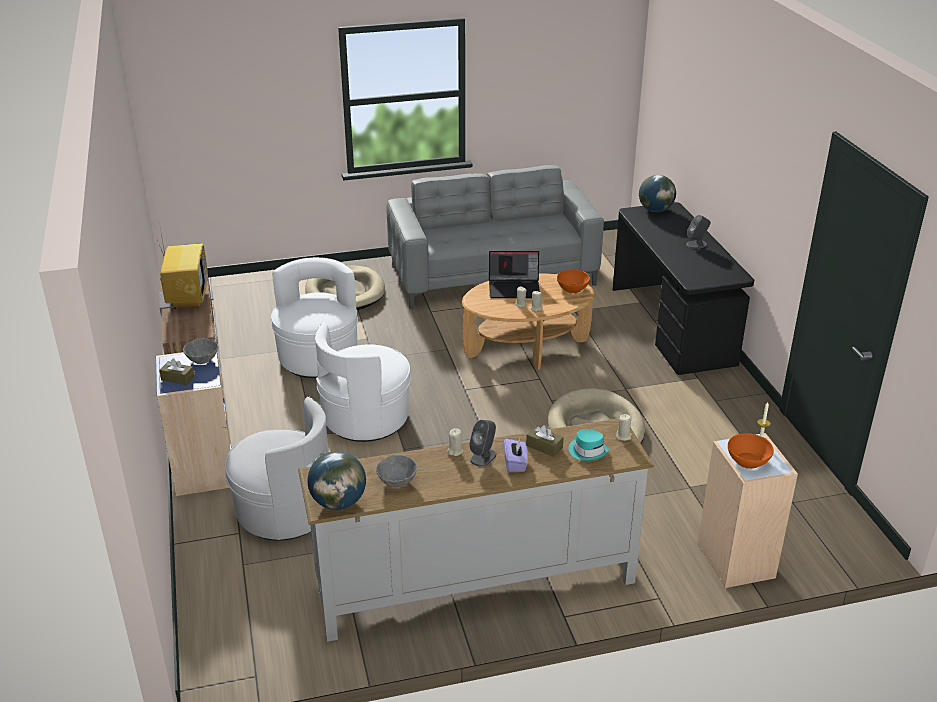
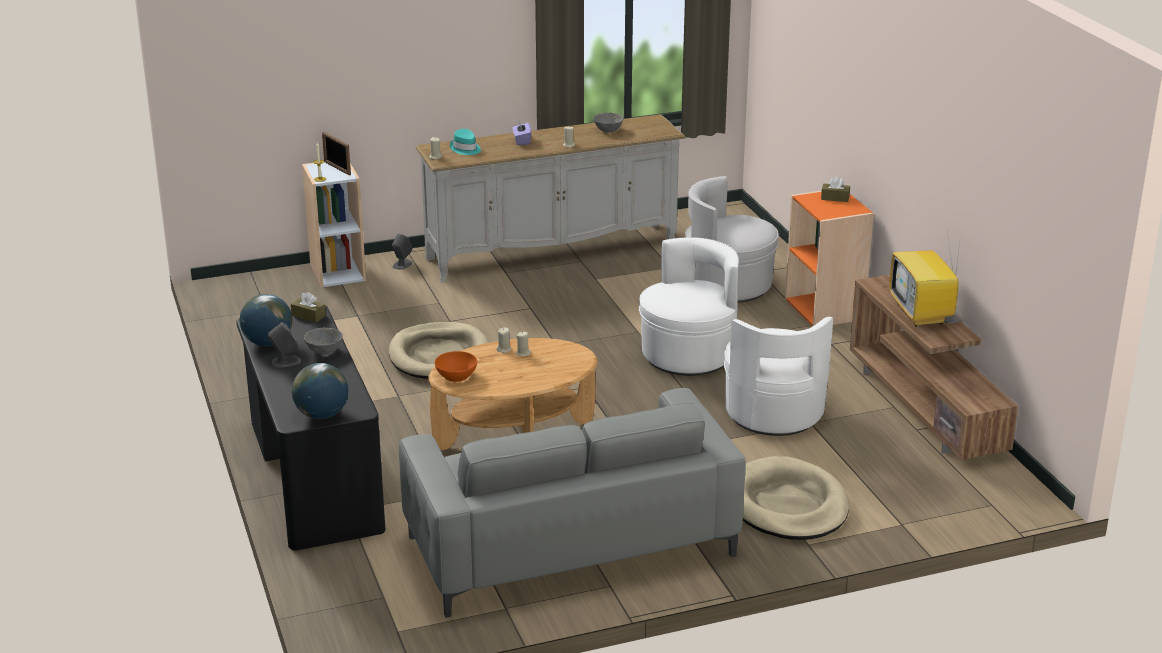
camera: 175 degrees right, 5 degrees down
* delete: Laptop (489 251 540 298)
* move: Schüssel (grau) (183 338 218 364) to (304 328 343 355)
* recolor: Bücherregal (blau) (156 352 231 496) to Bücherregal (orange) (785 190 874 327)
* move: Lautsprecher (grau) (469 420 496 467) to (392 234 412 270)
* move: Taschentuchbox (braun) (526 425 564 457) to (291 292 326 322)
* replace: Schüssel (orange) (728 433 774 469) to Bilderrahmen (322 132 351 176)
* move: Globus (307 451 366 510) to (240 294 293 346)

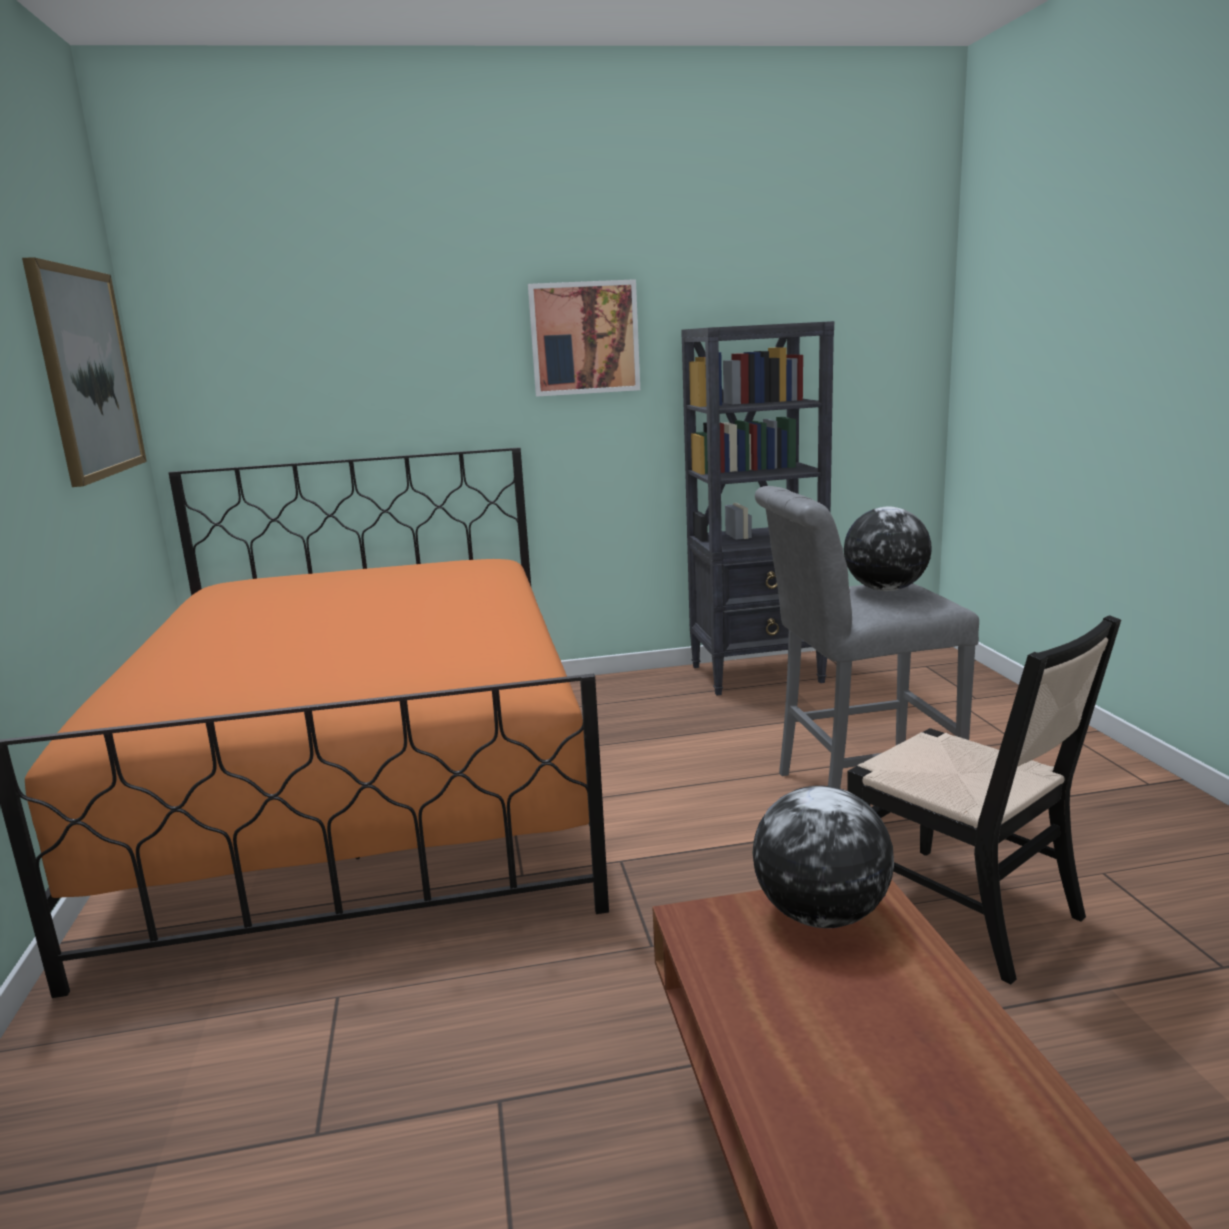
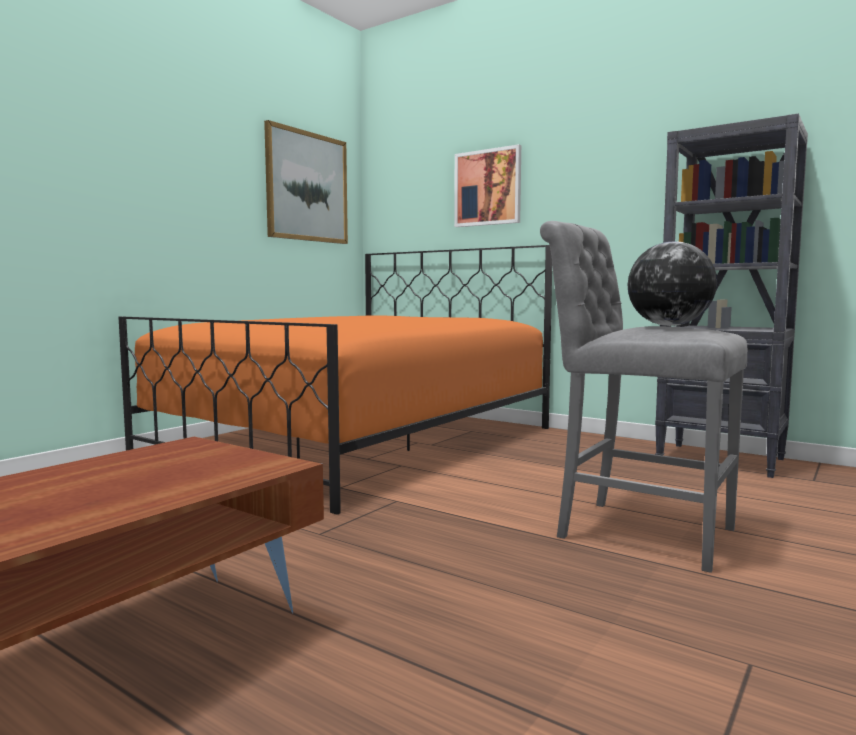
camera: 45 degrees right, 10 degrees down
* move: Bild (528 279 640 397) to (454 144 521 227)
* delete: Stuhl (847 615 1121 985)
* delete: Globus (752 786 894 928)

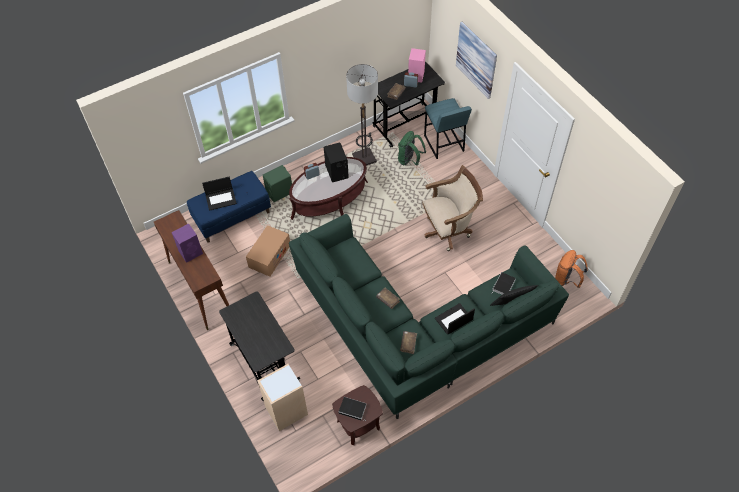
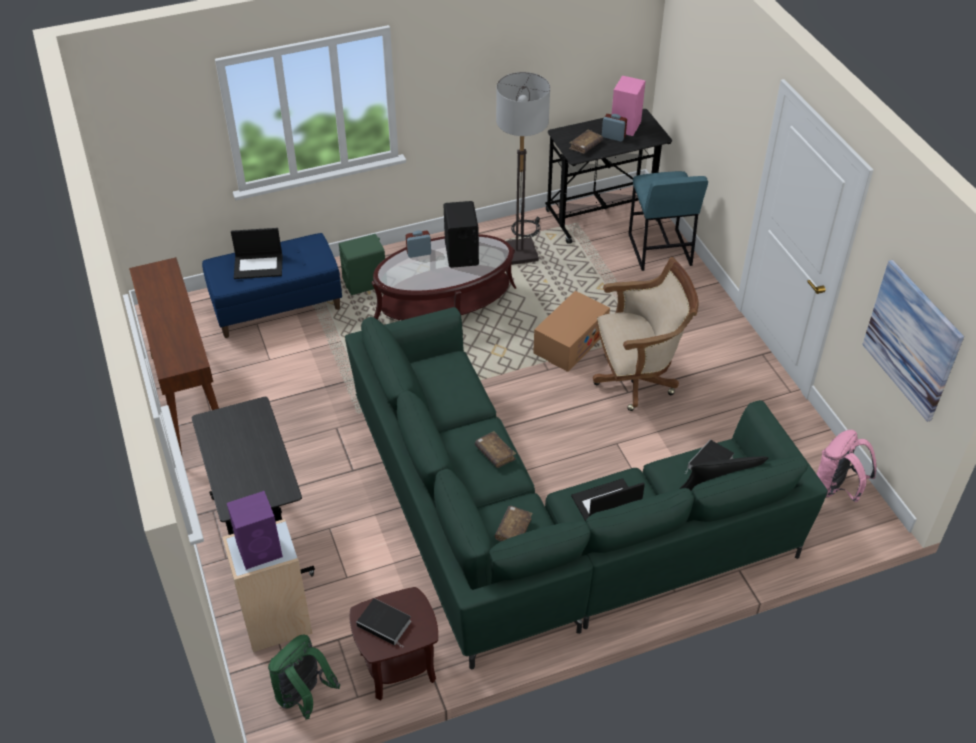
camera: 10 degrees right, 10 degrees down
* move: Bild (456 22 497 99) to (862 260 964 422)
* move: Rucksack (grün) (398 131 426 165) to (268 634 340 720)
* move: Lautsprecher (lila) (172 223 203 263) to (227 491 283 570)
* move: Karton (246 225 290 277) to (533 291 610 372)
* recolor: Rucksack (orange) (555 250 588 288) to Rucksack (rosa) (817 430 877 502)

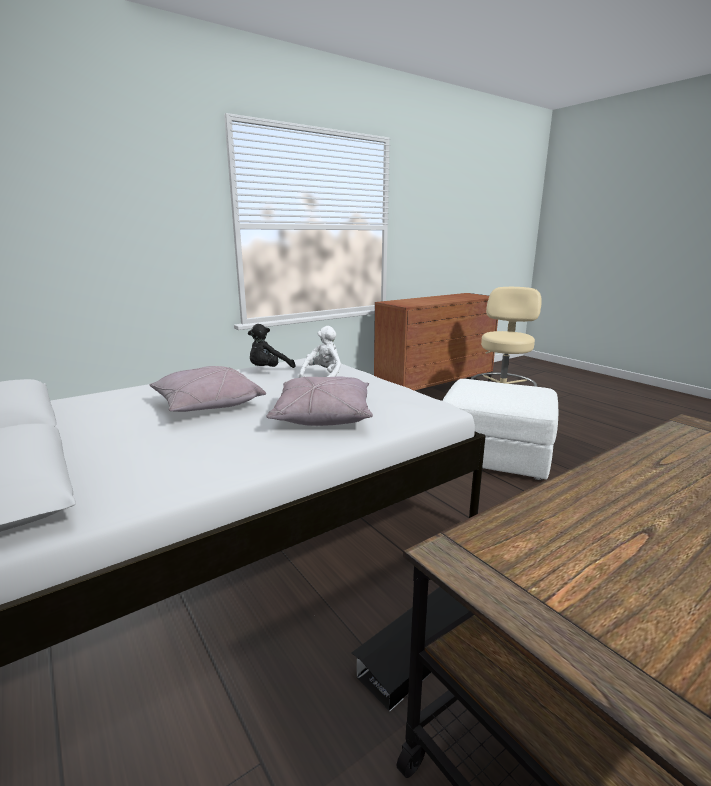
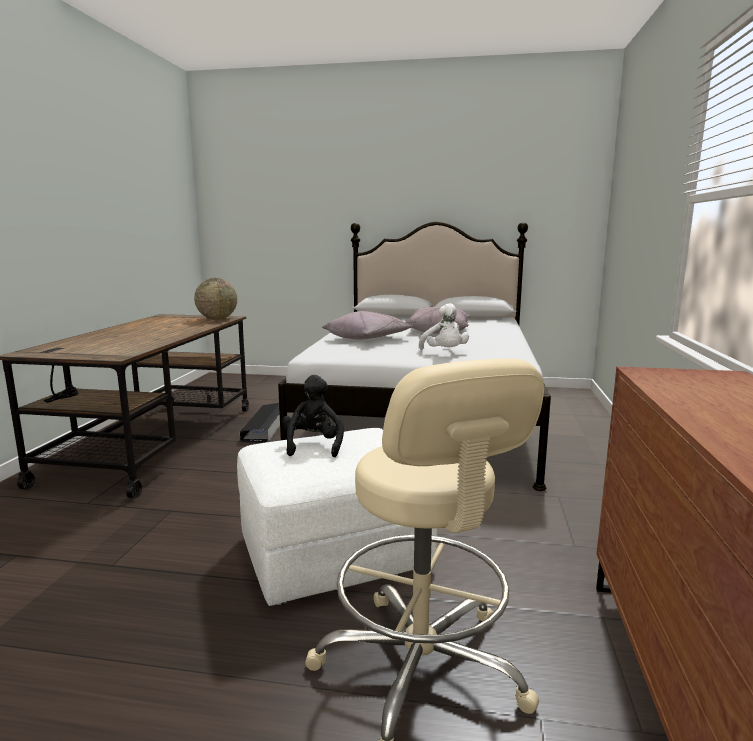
camera: 135 degrees right, 5 degrees down
* move: Plüschtier (schwarz) (248 324 295 368) to (282 375 344 457)
* insert: Globus (194 278 237 320)

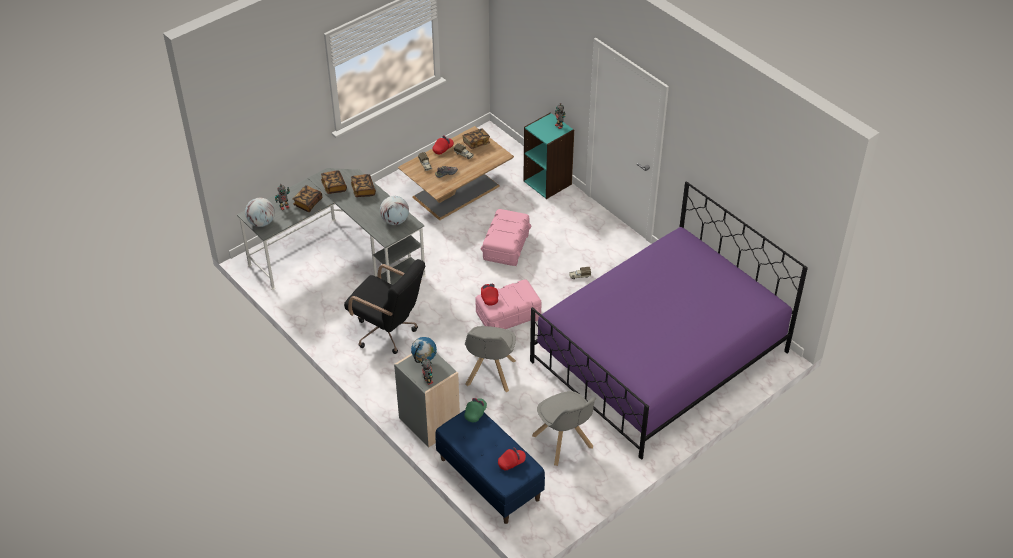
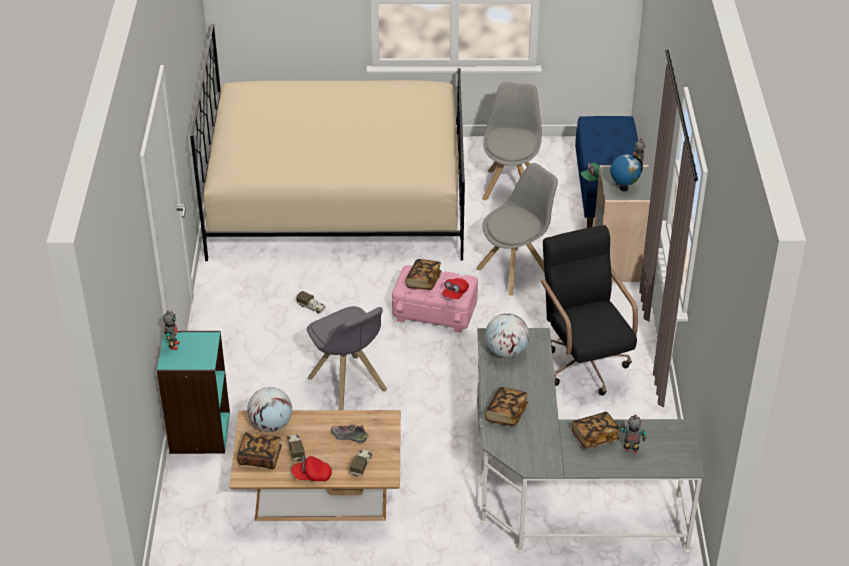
camera: 140 degrees left, 5 degrees down
* move: Buch (321 170 347 194) to (405 259 442 290)
* recolor: Bett (lila) (530 181 808 460) to Bett (beige) (190 24 465 261)
* move: Globus (245 198 275 227) to (247 387 292 432)
* replace: Aufbewahrungsbox (rosa) (481 209 531 266) to Stuhl (grau) (307 306 387 410)
* delete: Kappe (rot) (498 447 526 470)

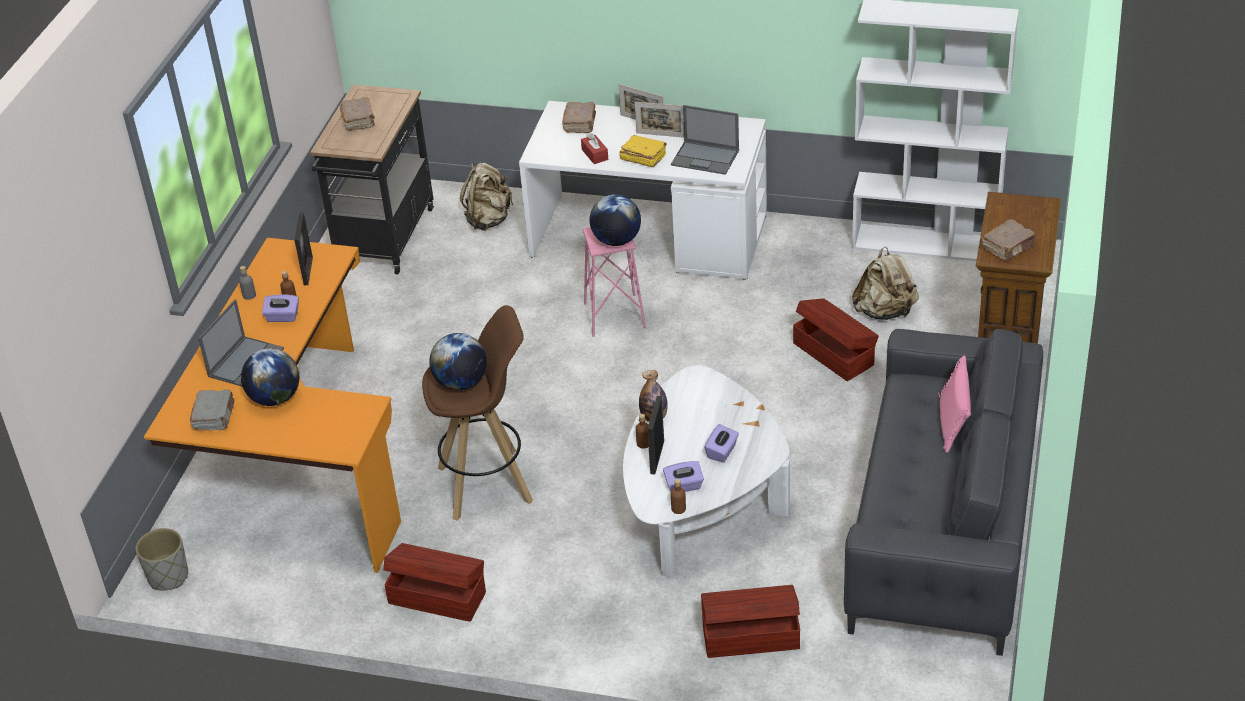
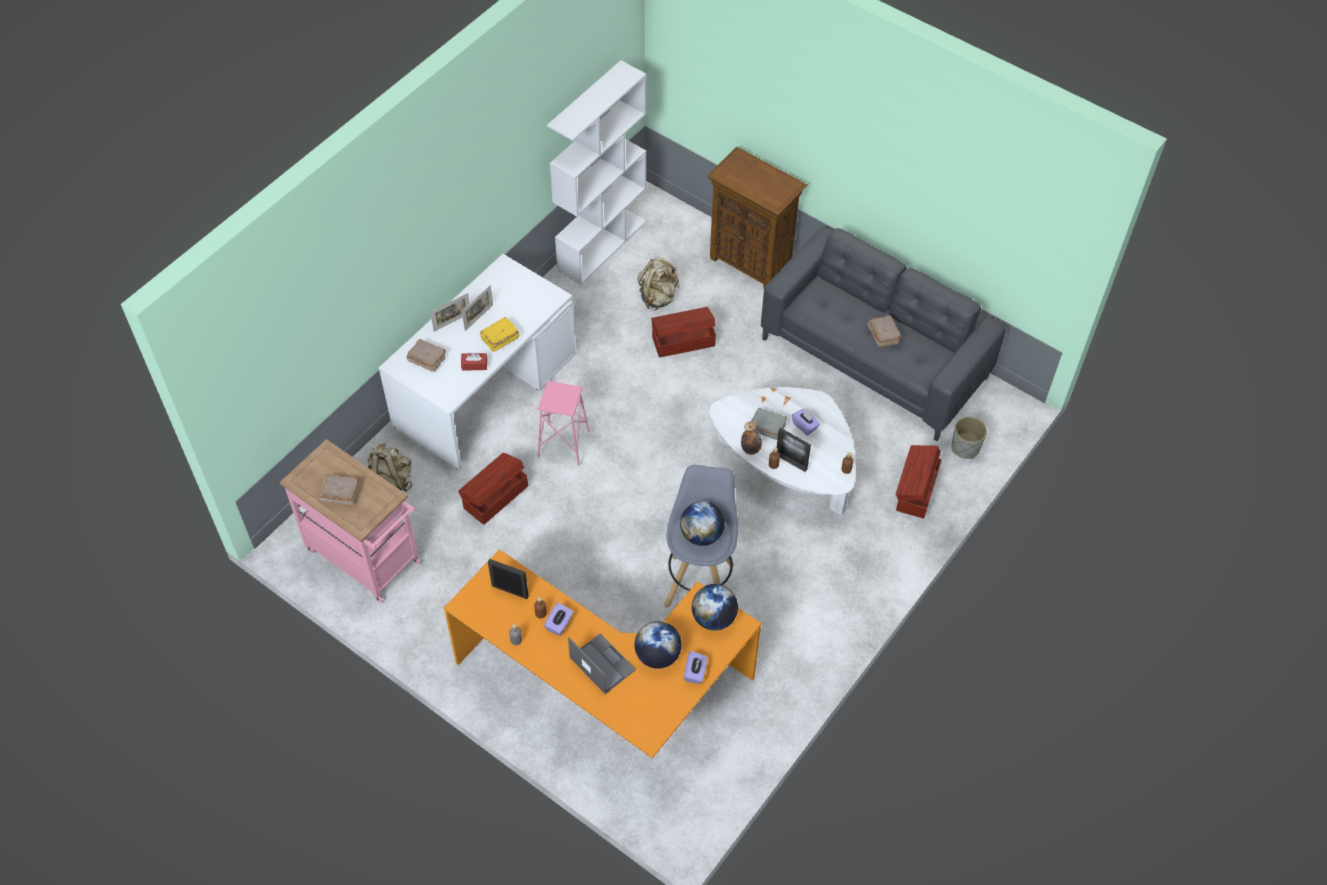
camera: 70 degrees left, 15 degrees up
* recolor: Rollwagen (schwarz) (310 84 434 274) to Rollwagen (rosa) (280 439 421 603)
* delete: Laptop (671 105 739 175)
* move: Globus (590 194 641 246) to (692 584 738 630)
* move: Buch (braun) (982 219 1036 261) to (868 315 902 347)
* recolor: Hocker (braun) (422 305 533 521) to Hocker (grau) (664 465 738 608)
* delete: Kissen (rosa) (938 356 971 453)
* move: Buch (grau) (190 389 234 431) to (751 408 787 440)
* move: Taschentuchbox (lila) (663 461 704 492) to (684 651 707 684)
* move: Pflanzkübel (grau) (136 528 188 590) to (952 417 987 459)
* move: Aufbewahrungsbox (braun) (384 543 486 622) to (458 453 528 525)

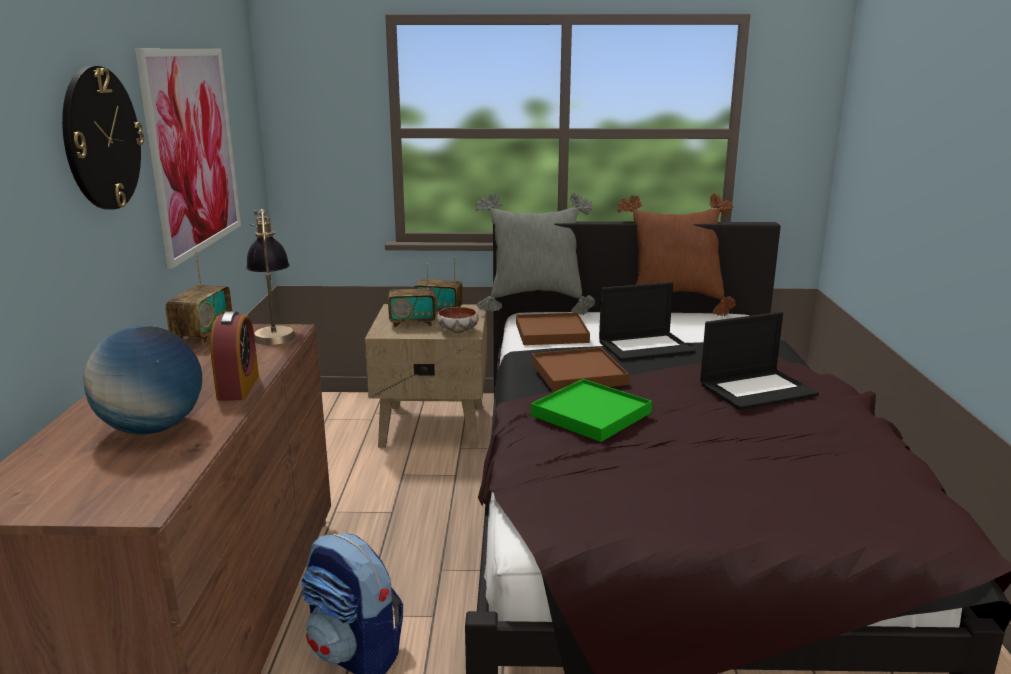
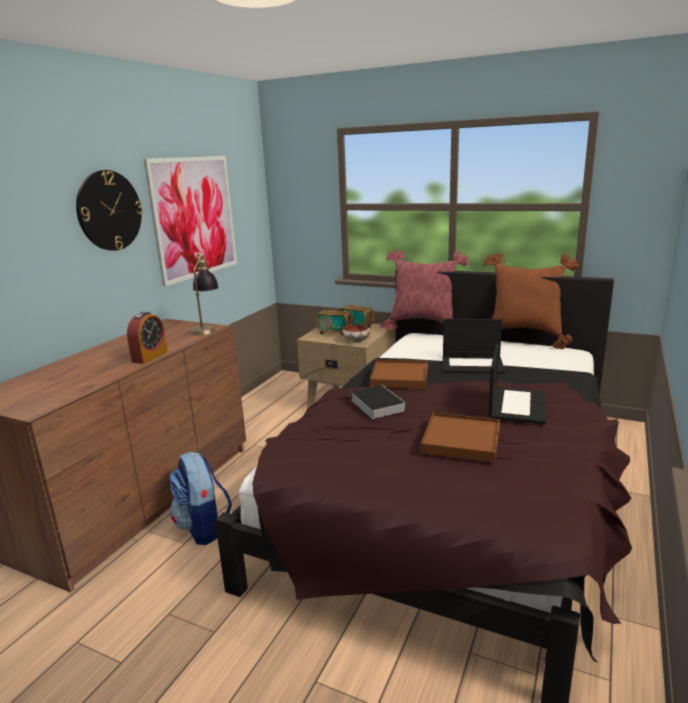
camera: 25 degrees right, 0 degrees up
* recolor: Kissen (grau) (476 193 596 316) to Kissen (rot) (380 249 469 330)
* delete: Radio (165 251 232 344)
* rotate: Laptop (700 312 819 410) = (488 344 546 424) 75 degrees counterclockwise
* move: Tablett (braun) (516 313 590 345) to (421 412 500 463)
* delete: Globus (83 326 202 434)
* replace: Tablett (grün) (531 379 652 442) to Buch (351 385 406 419)

